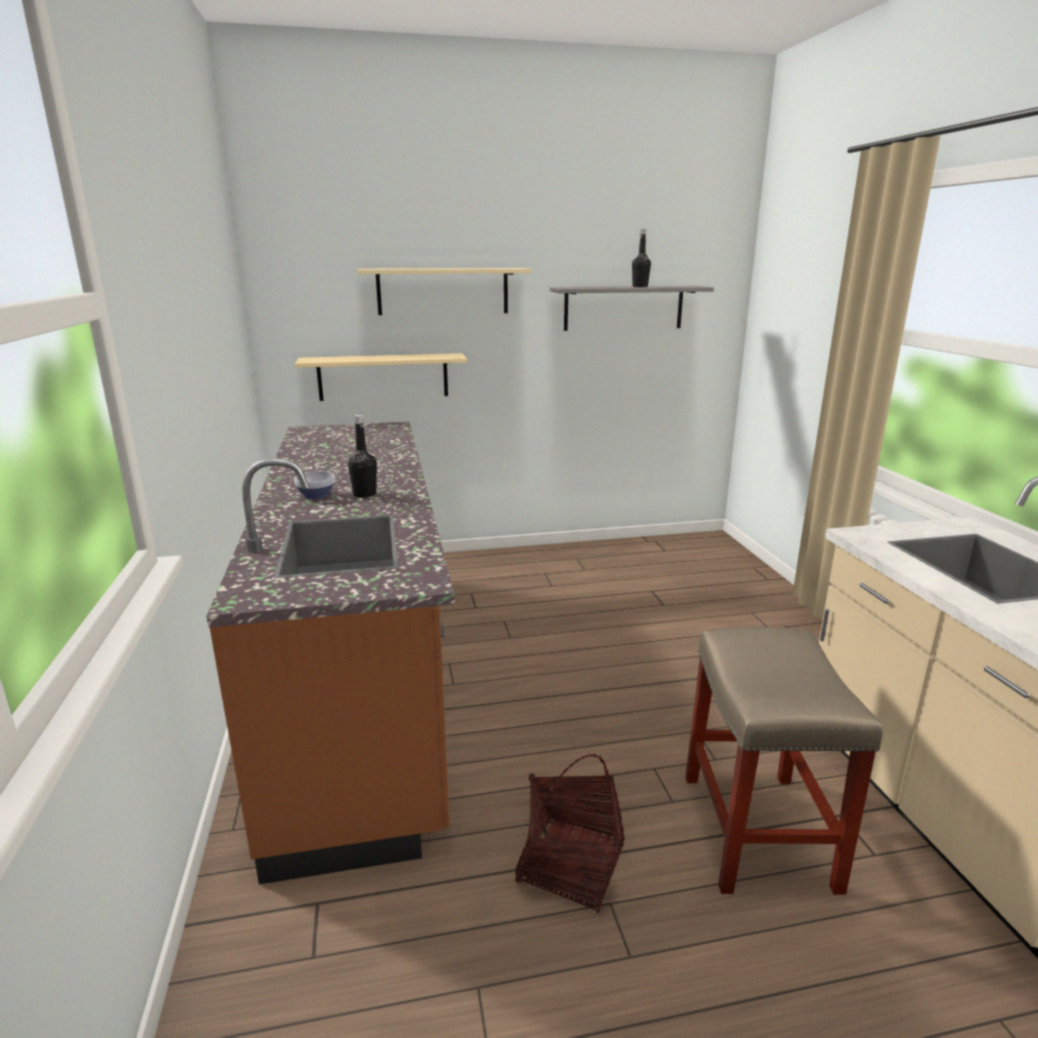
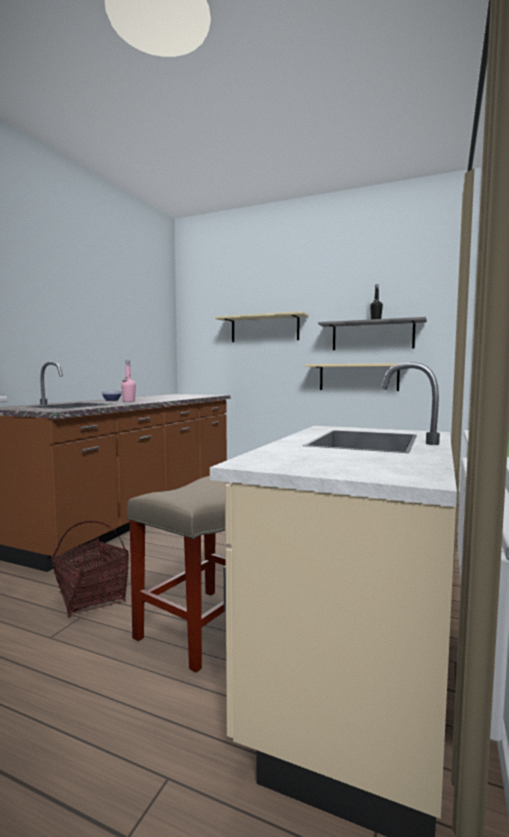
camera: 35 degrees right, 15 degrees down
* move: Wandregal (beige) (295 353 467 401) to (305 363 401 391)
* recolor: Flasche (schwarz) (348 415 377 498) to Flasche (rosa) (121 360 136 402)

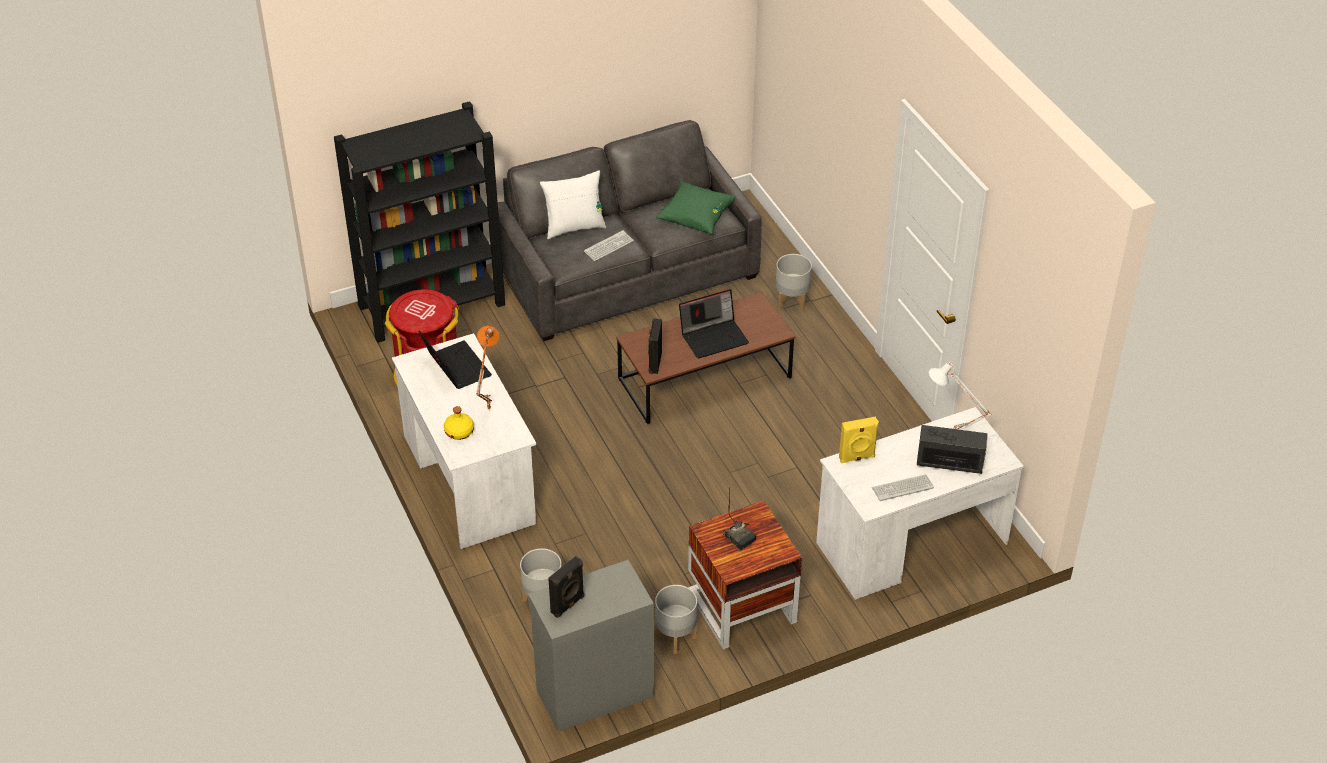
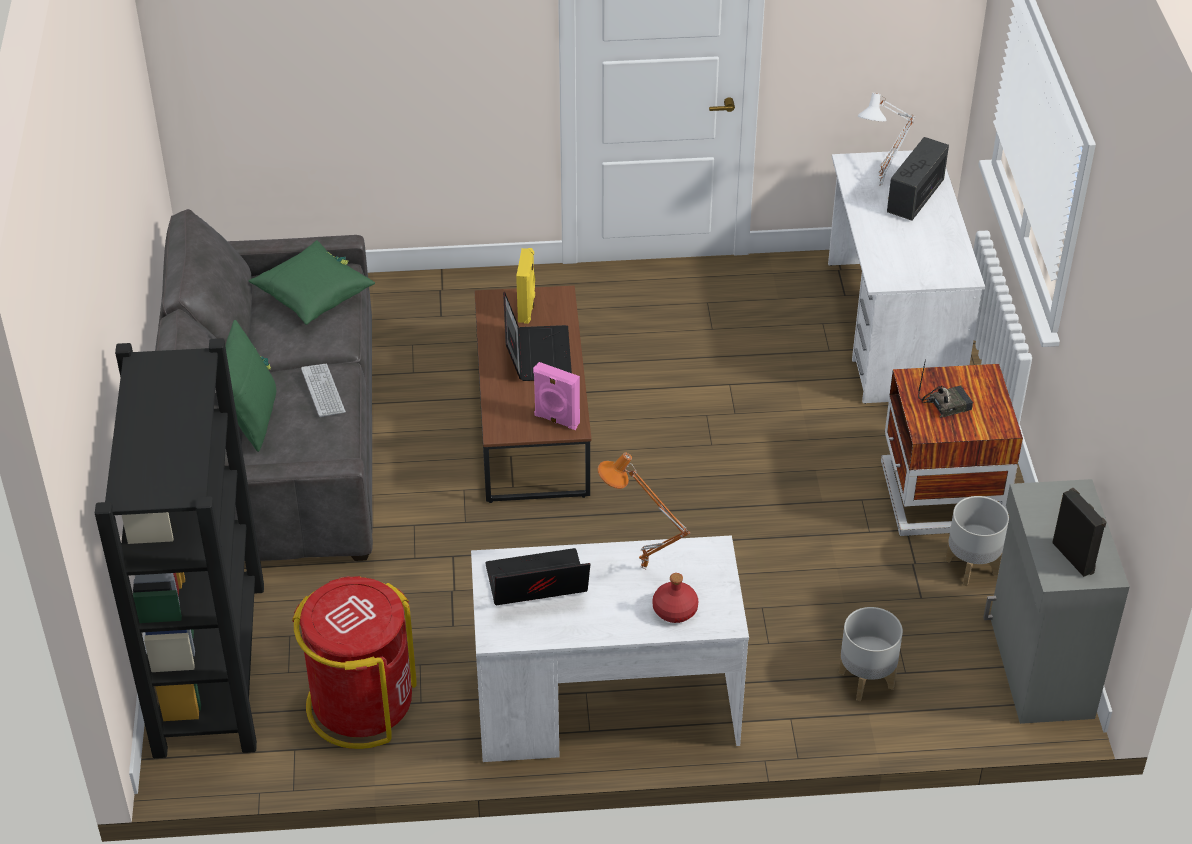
camera: 70 degrees left, 0 degrees up
* recolor: Kissen (weiß) (540 170 606 239) to Kissen (grün) (225 320 276 452)
* delete: Pflanzkübel (grau) (776 254 812 311)
* recolor: Lautsprecher (schwarz) (648 318 662 374) to Lautsprecher (rosa) (533 362 580 430)
* recolor: Flasche (gelb) (444 406 474 440) to Flasche (rot) (652 573 699 623)
* move: Lautsprecher (gelb) (839 417 879 463) to (516 248 535 324)
* delete: Tastatur (872 475 934 501)

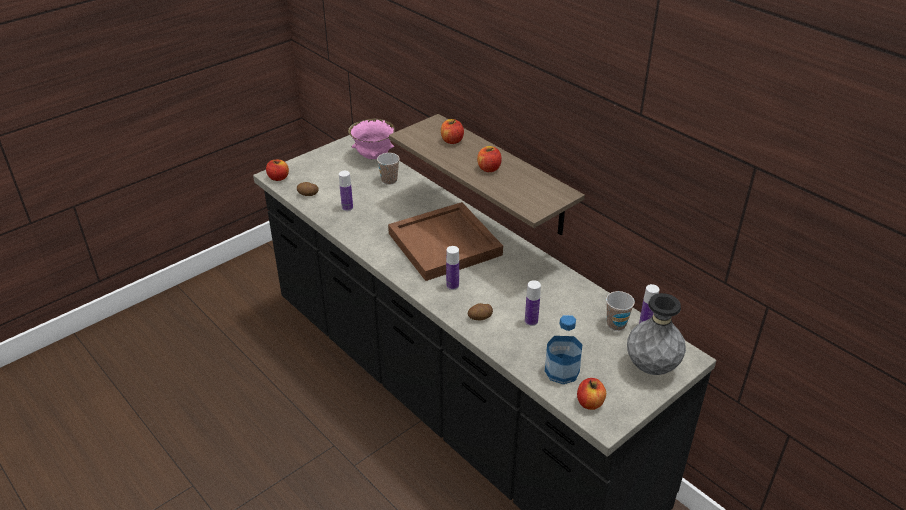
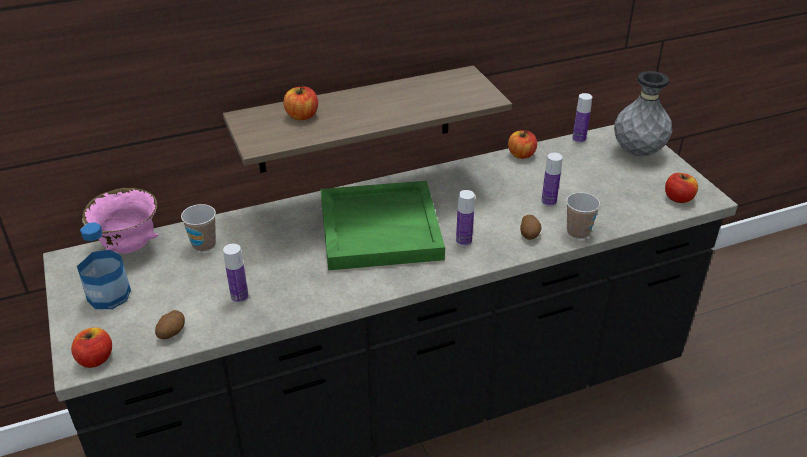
camera: 70 degrees left, 0 degrees up
* move: Apfel (477 146 502 172) to (508 130 537 159)
* recolor: Tablett (braun) (388 202 503 281) to Tablett (grün) (321 181 445 270)
* move: Tasse (606 291 635 331) to (566 192 600 239)
* move: Flasche (545 315 582 384) to (77 222 131 309)

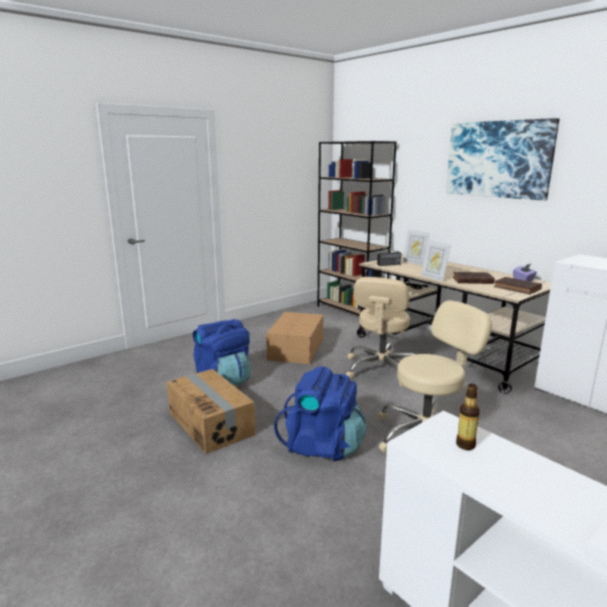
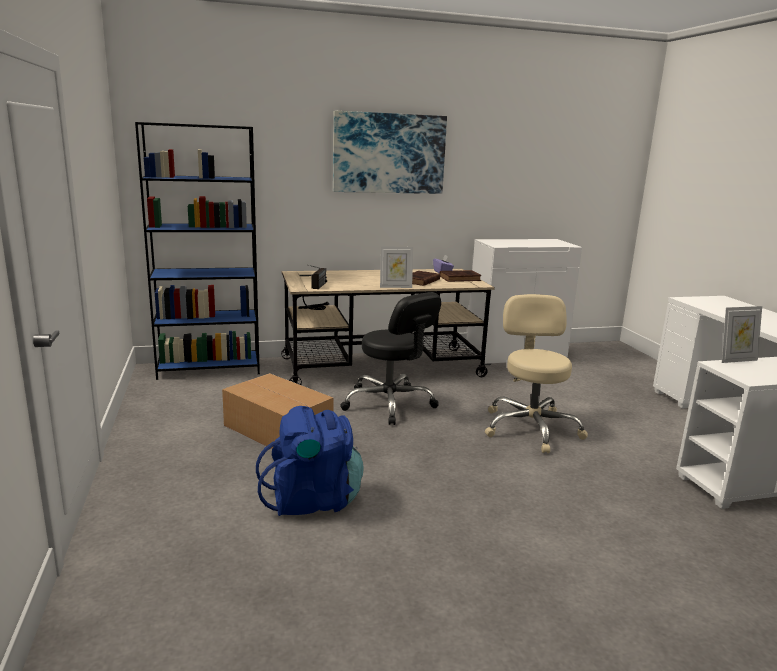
camera: 65 degrees left, 0 degrees up
* recolor: Bücherregal (beige) (317 141 397 315) to Bücherregal (blau) (135 122 260 380)
* move: Bilderrahmen (403 230 429 265) to (722 306 762 363)
* recolor: Bürostuhl (beige) (346 277 415 387) to Bürostuhl (schwarz) (340 292 441 425)
* delete: Rucksack (blau) (274 366 366 461)
* delete: Karton (167 369 255 454)
* delete: Flasche (456 384 480 450)

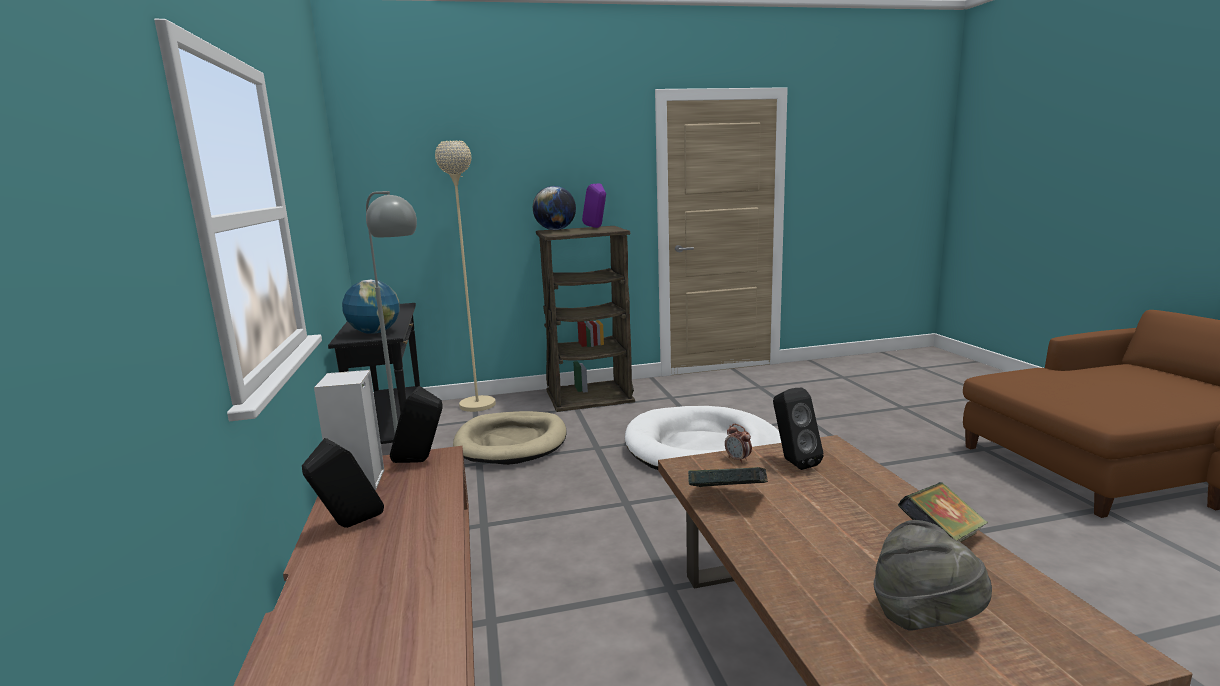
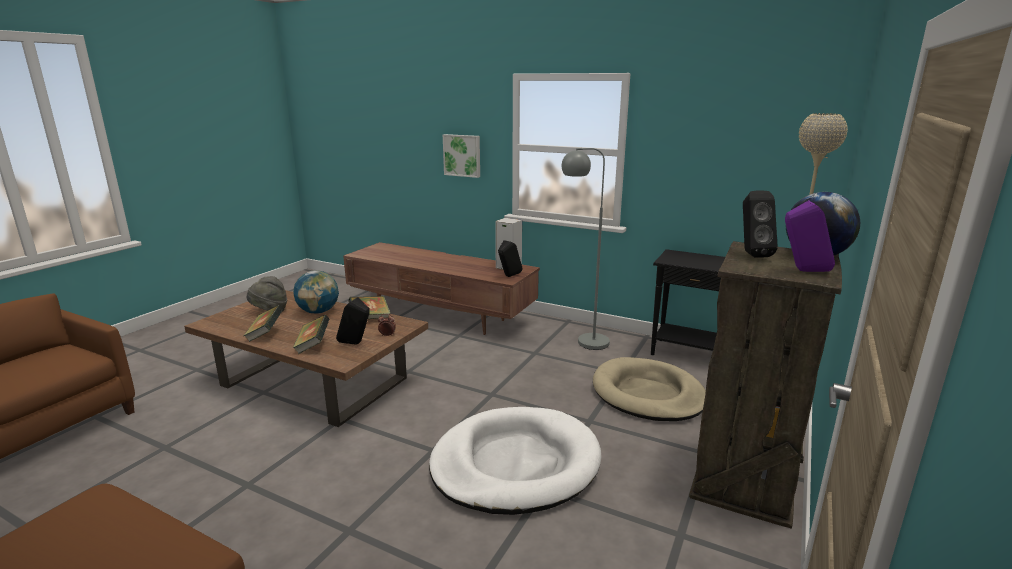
camera: 130 degrees right, 5 degrees up
* move: Globus (342 280 400 334) to (293 270 339 314)
* move: Lautsprecher (schwarz) (302 438 384 528) to (743 190 778 258)
* insert: Bild (443 134 480 178)
* insert: Buch (293 315 330 354)

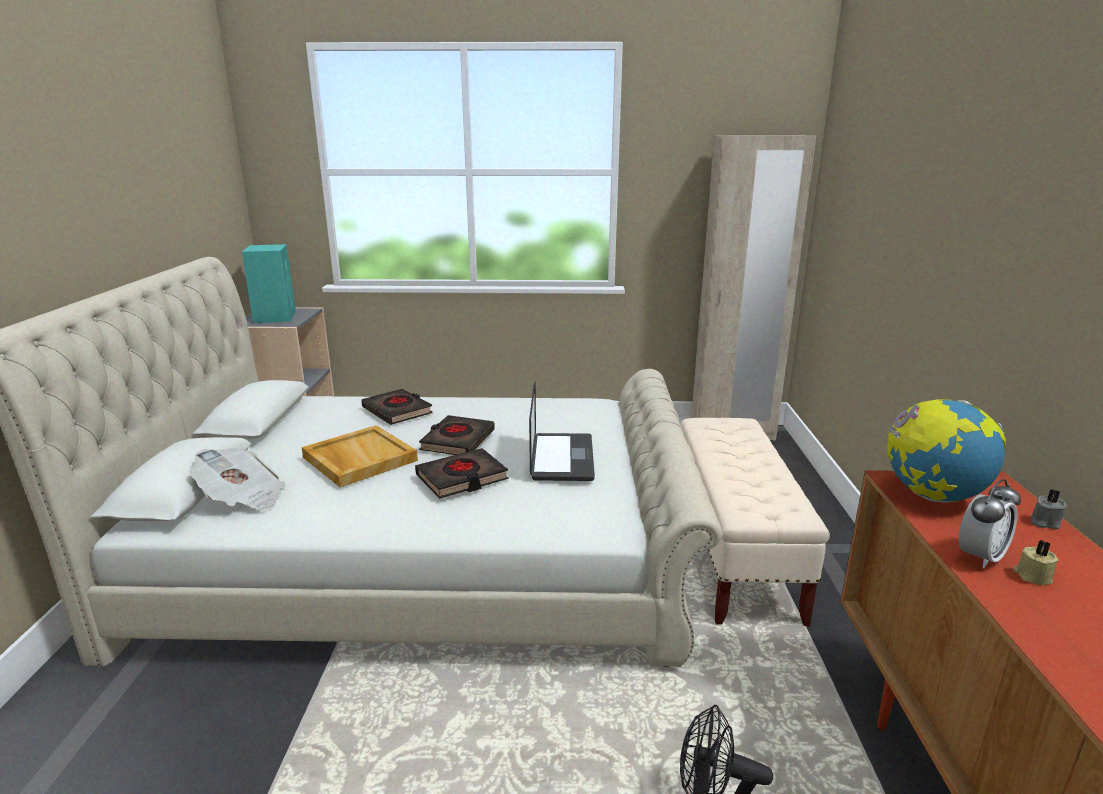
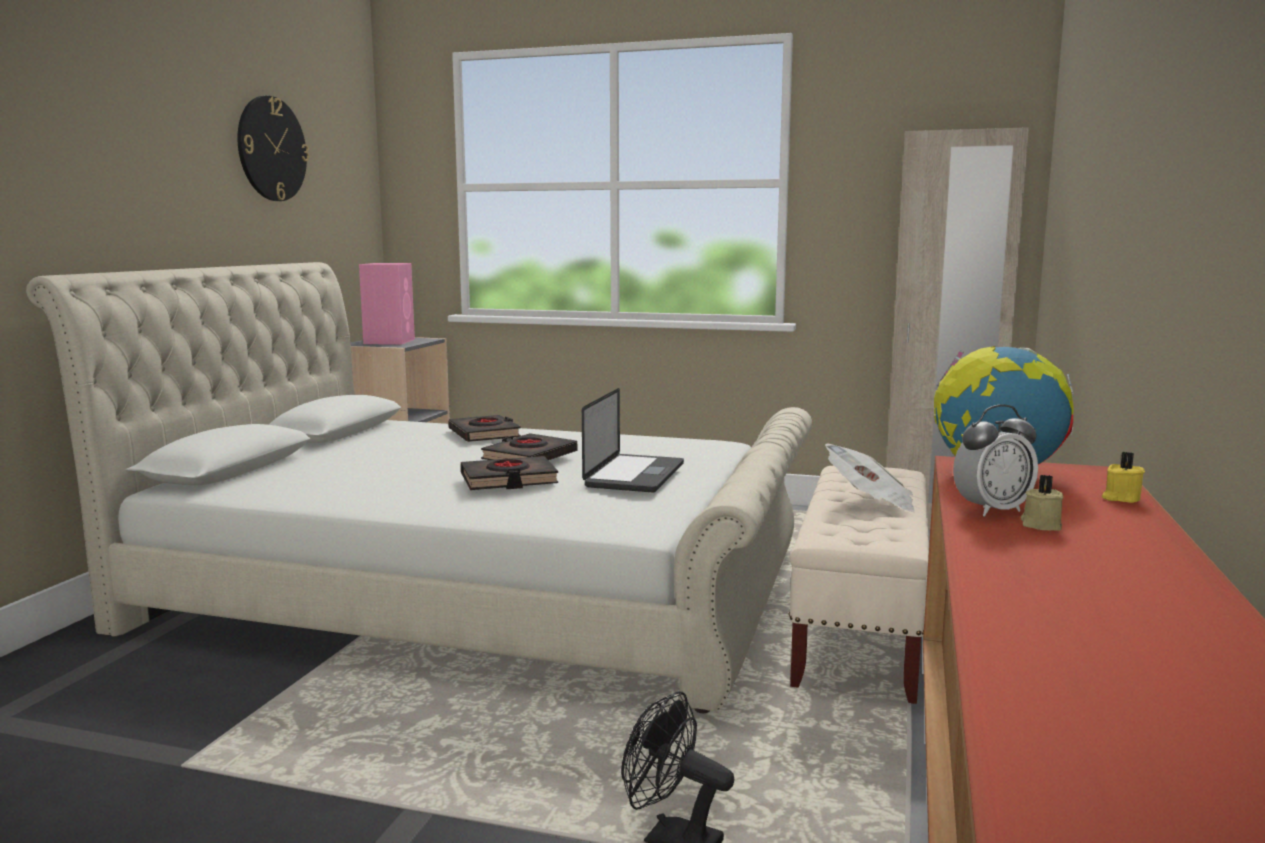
camera: 15 degrees right, 10 degrees down
* recolor: Lautsprecher (türkis) (242 244 296 323) to Lautsprecher (rosa) (359 263 415 345)
* delete: Tablett (beige) (302 425 418 488)
* move: Zeitung (189 448 286 512) to (825 444 915 512)
* recolor: Kerze (grau) (1031 489 1067 529) to Kerze (gelb) (1102 452 1145 503)
* insert: Wanduhr (237 96 309 201)

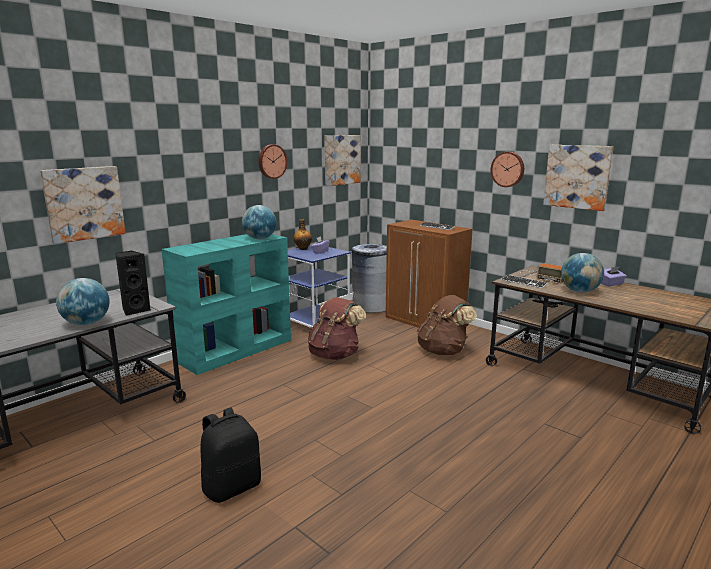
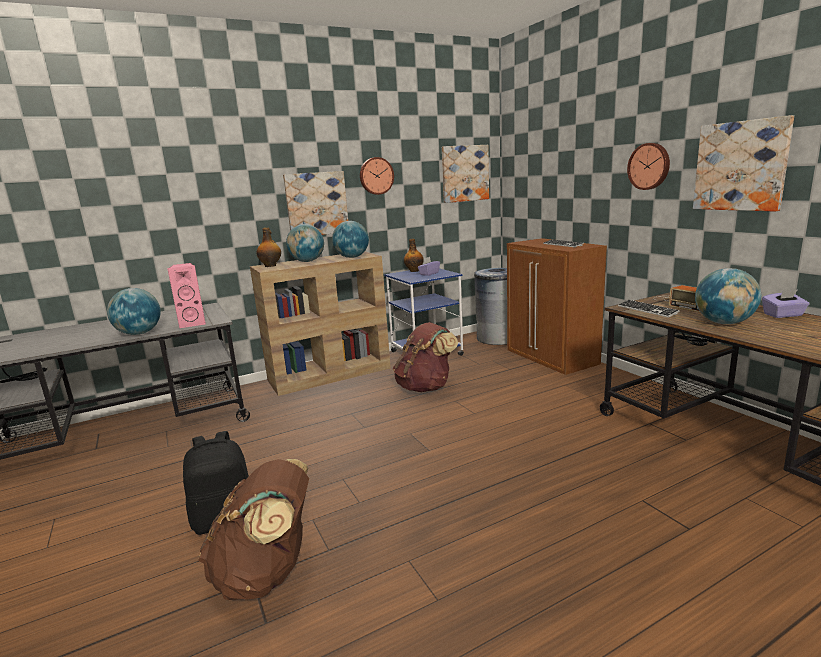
camera: 20 degrees right, 0 degrees up
* move: Bild (40 166 125 244) to (283 171 348 235)
* recolor: Bücherregal (türkis) (162 234 291 375) to Bücherregal (braun) (250 252 391 396)
* recolor: Lautsprecher (schwarz) (115 251 151 316) to Lautsprecher (rosa) (167 263 206 329)
* move: Rucksack (braun) (417 295 477 355) to (198 459 309 600)
* insert: Globus (286 224 324 262)
* insert: Flasche (256 228 281 267)

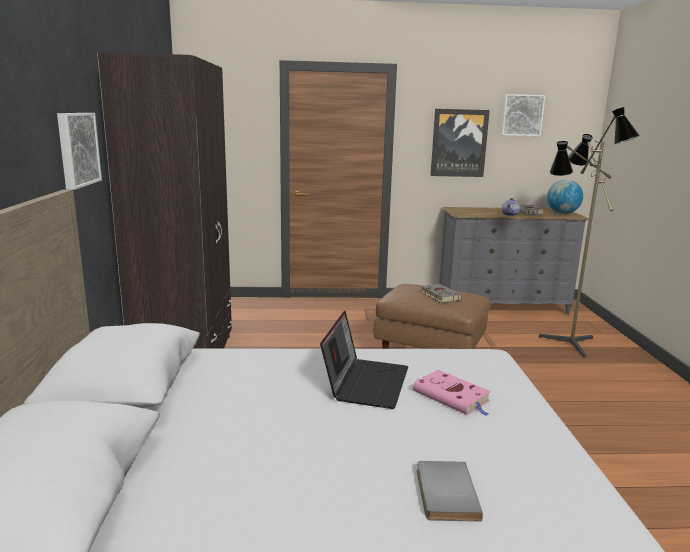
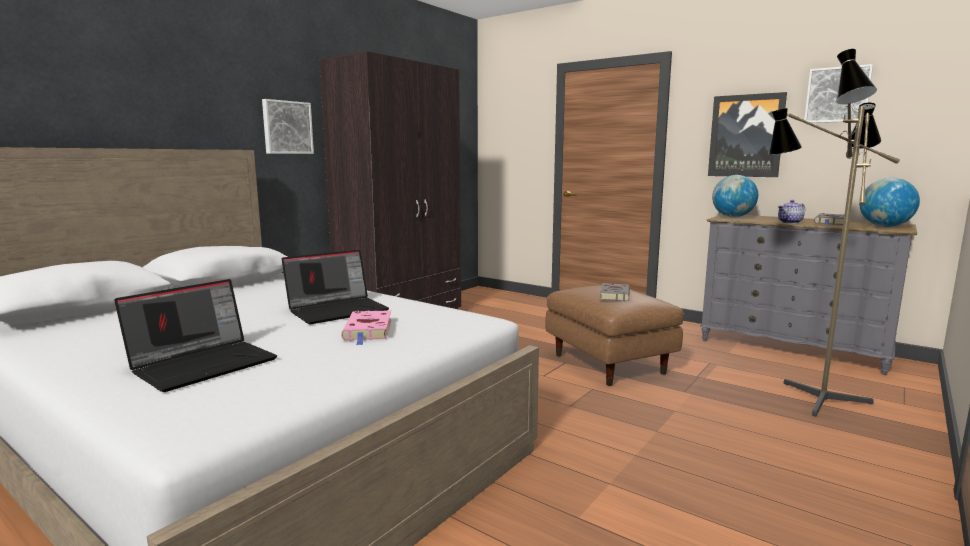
camera: 40 degrees right, 5 degrees down
* replace: Buch (grau) (417 461 483 522) to Laptop (114 279 277 392)
* insert: Globus (712 175 758 217)

